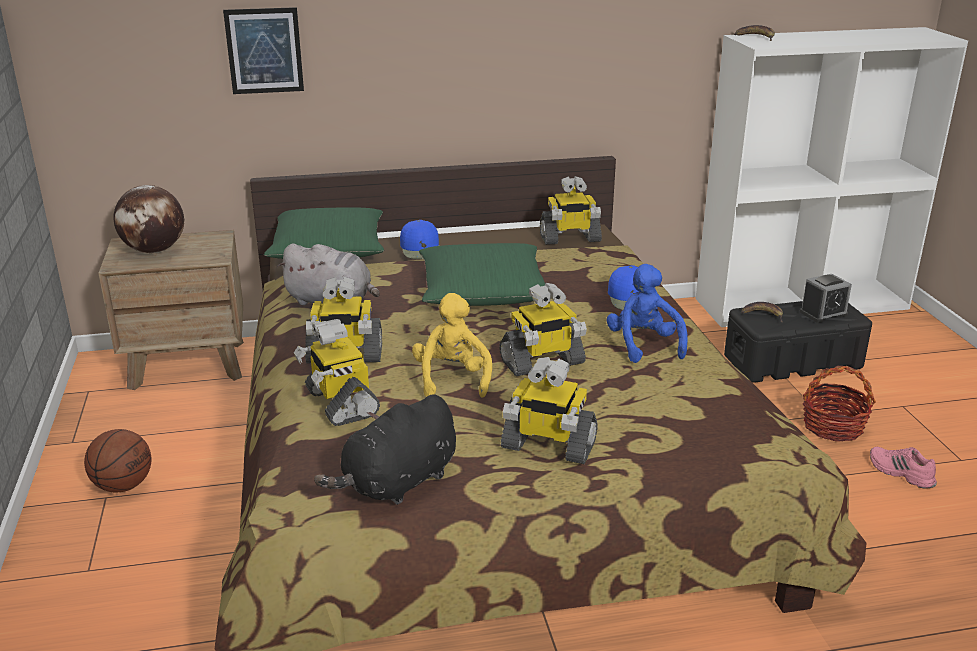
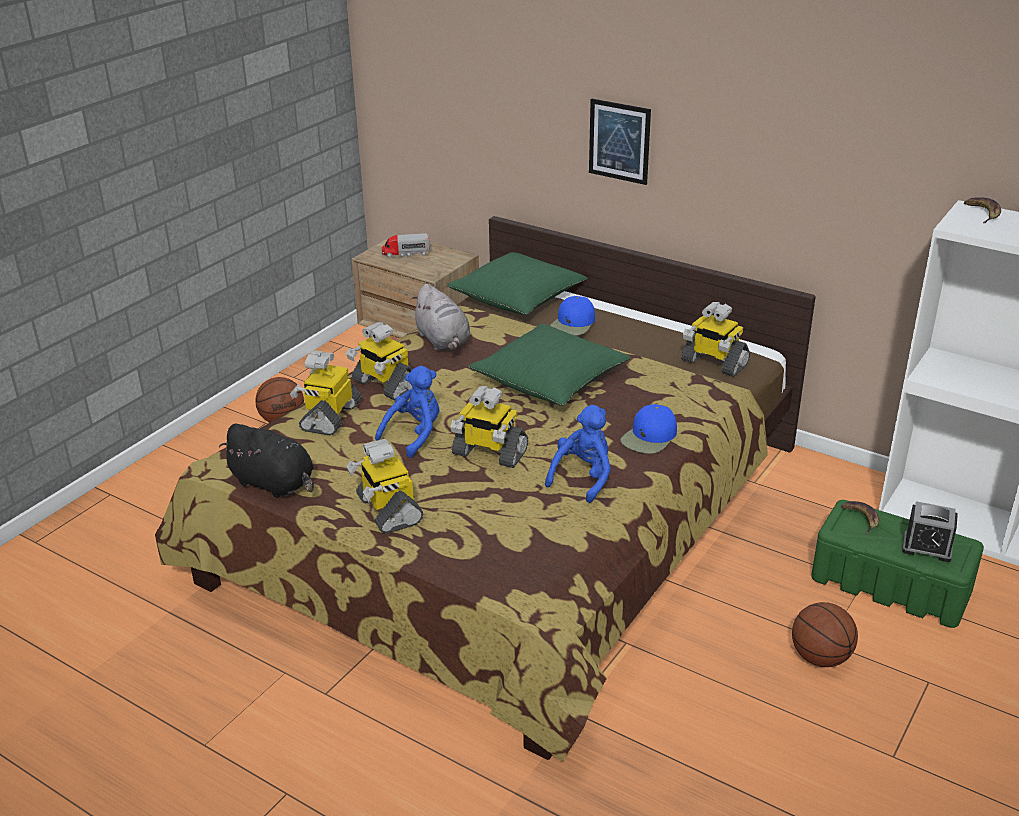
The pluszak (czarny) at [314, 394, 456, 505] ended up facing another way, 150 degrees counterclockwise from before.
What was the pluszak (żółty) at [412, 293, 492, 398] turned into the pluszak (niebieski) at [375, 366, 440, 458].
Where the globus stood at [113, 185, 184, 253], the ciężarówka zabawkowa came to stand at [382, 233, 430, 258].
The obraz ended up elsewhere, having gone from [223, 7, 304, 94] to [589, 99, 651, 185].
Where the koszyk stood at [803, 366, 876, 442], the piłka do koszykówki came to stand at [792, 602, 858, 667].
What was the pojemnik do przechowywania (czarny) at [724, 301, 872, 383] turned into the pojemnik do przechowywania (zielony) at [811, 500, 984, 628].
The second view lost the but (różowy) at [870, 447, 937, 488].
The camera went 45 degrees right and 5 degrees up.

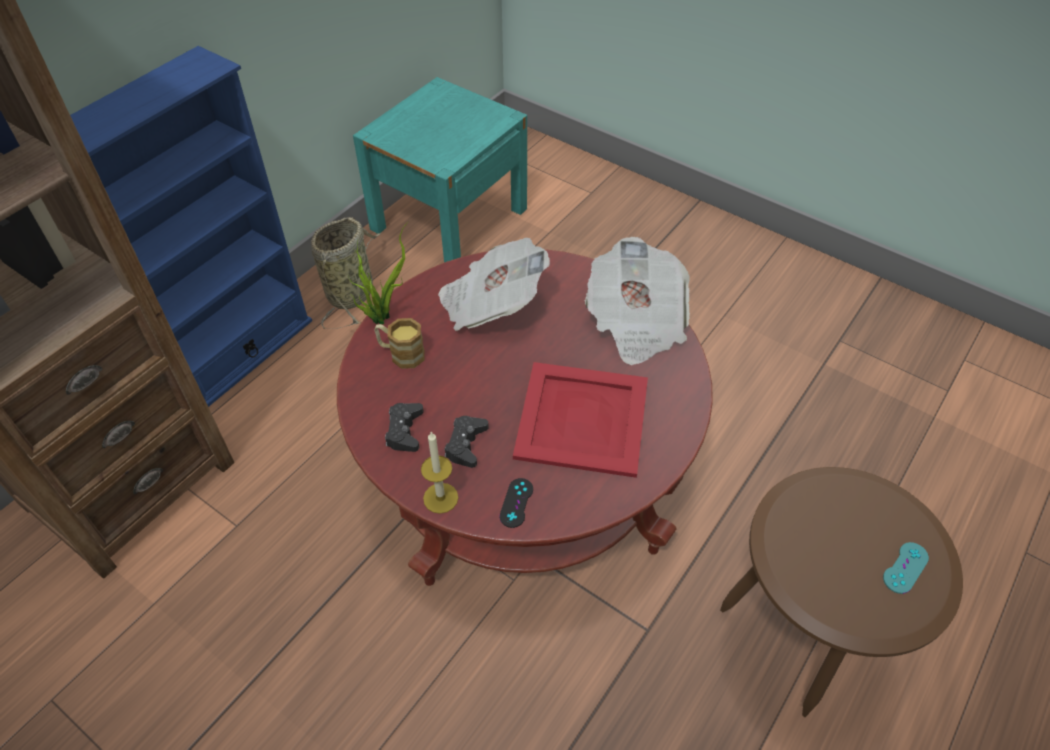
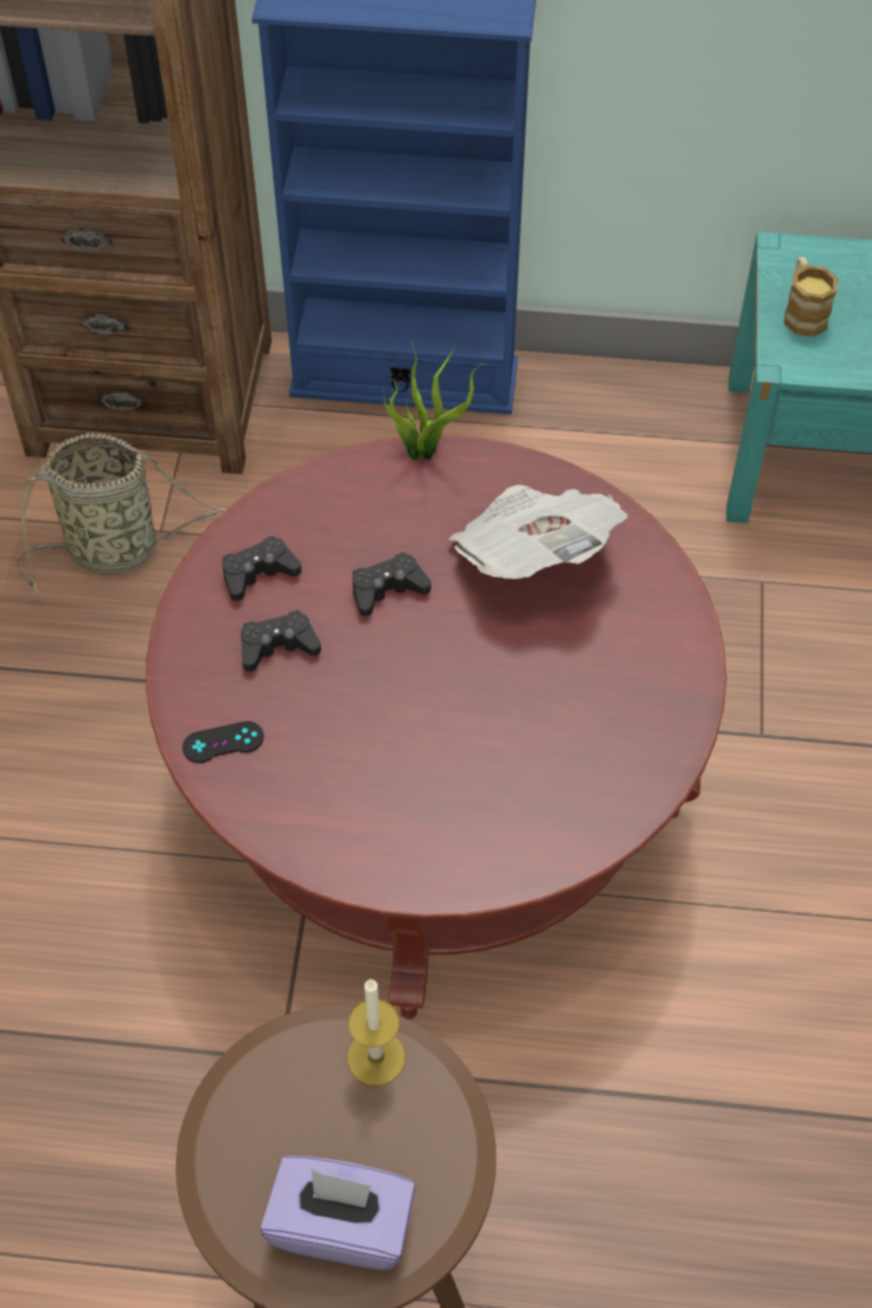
The koszyk ended up elsewhere, having gone from [311, 217, 381, 329] to [17, 433, 228, 593].
Where the pad do gier (turkusowy) stood at [883, 542, 929, 594], the pudełko chusteczek (fioletowy) came to stand at [260, 1156, 415, 1271].
The świeca ended up elsewhere, having gone from [421, 431, 458, 514] to [347, 979, 405, 1086].
The second view gained the pad do gier (czarny) at [352, 552, 431, 616].
The kubek ended up elsewhere, having gone from [374, 318, 425, 369] to [784, 257, 838, 337].
The second view lost the taca (czerwony) at [513, 362, 648, 478].
The second view lost the gazeta at [585, 237, 690, 365].
The camera went 60 degrees right and 5 degrees up.

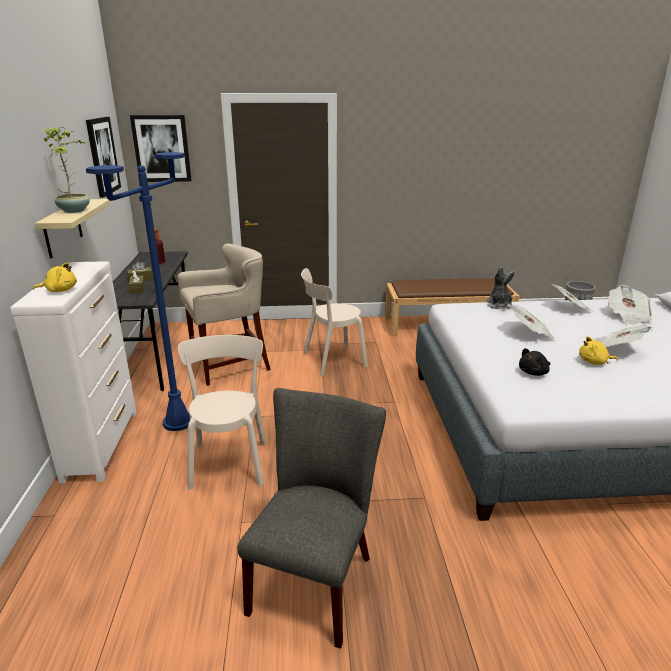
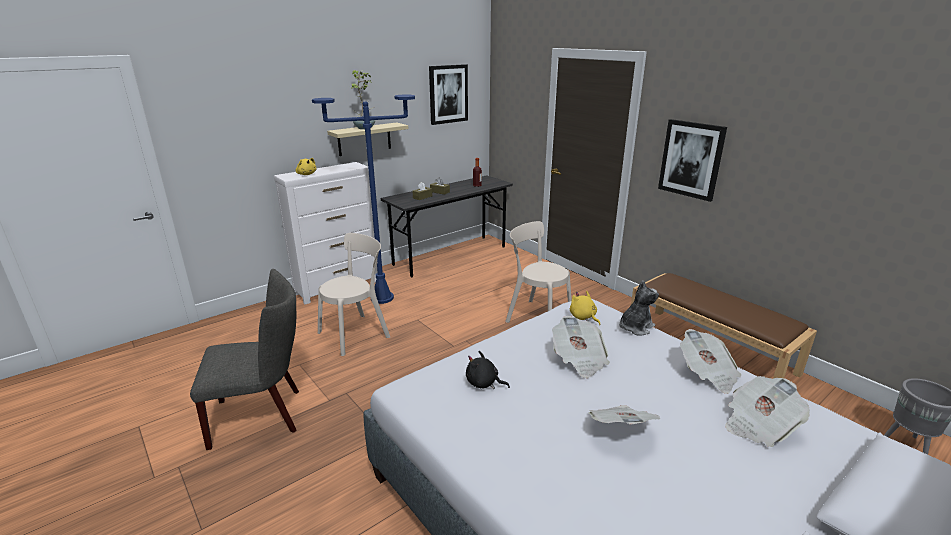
The pluszak (żółty) ended up elsewhere, having gone from [579, 336, 618, 365] to [570, 291, 600, 325].
The obraz ended up elsewhere, having gone from [130, 115, 192, 182] to [658, 119, 727, 202].
The second view lost the stołek (beżowy) at [178, 244, 271, 386].
The camera went 55 degrees right and 0 degrees up.

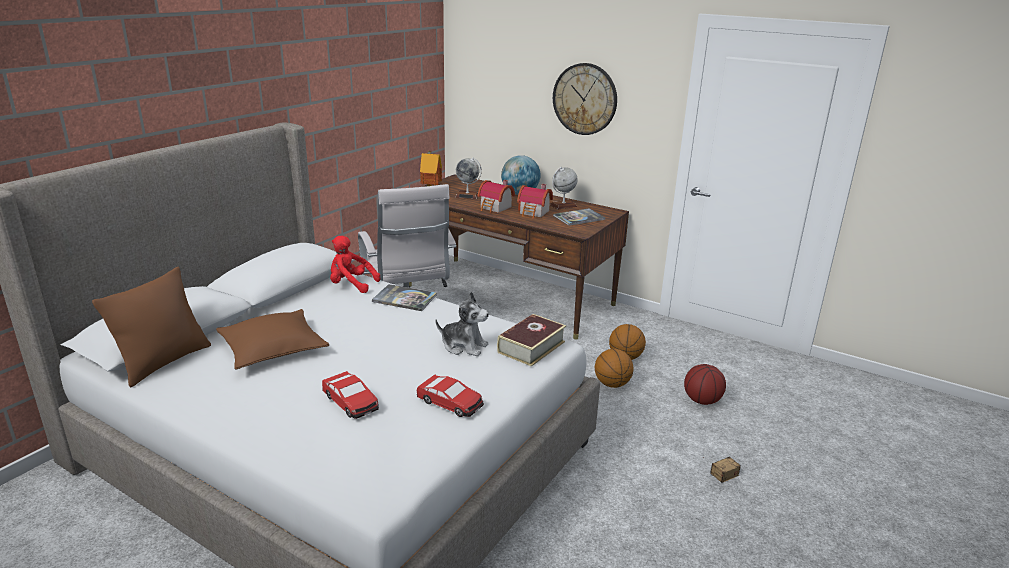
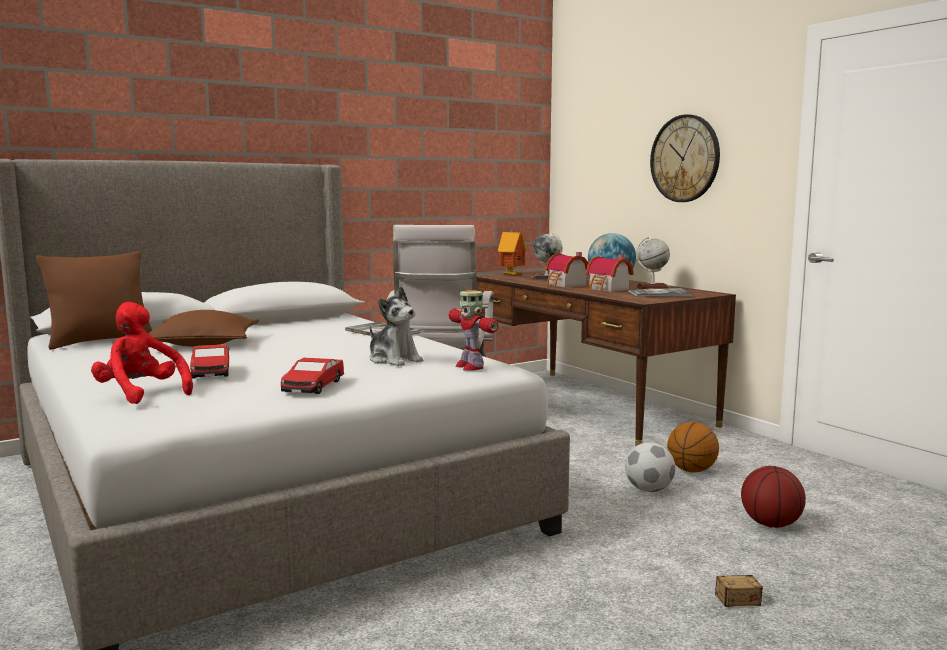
The pluszak (czerwony) ended up elsewhere, having gone from [330, 236, 380, 293] to [91, 302, 193, 404].
The samochodzik at [417, 375, 484, 417] ended up facing another way, 45 degrees clockwise from before.
Where the książka stood at [497, 314, 566, 367], the robot zabawkowy came to stand at [449, 290, 499, 371].
Where the piłka do koszykówki stood at [595, 349, 634, 388], the piłka futbolowa came to stand at [625, 442, 675, 492].
The camera went 25 degrees right and 15 degrees down.

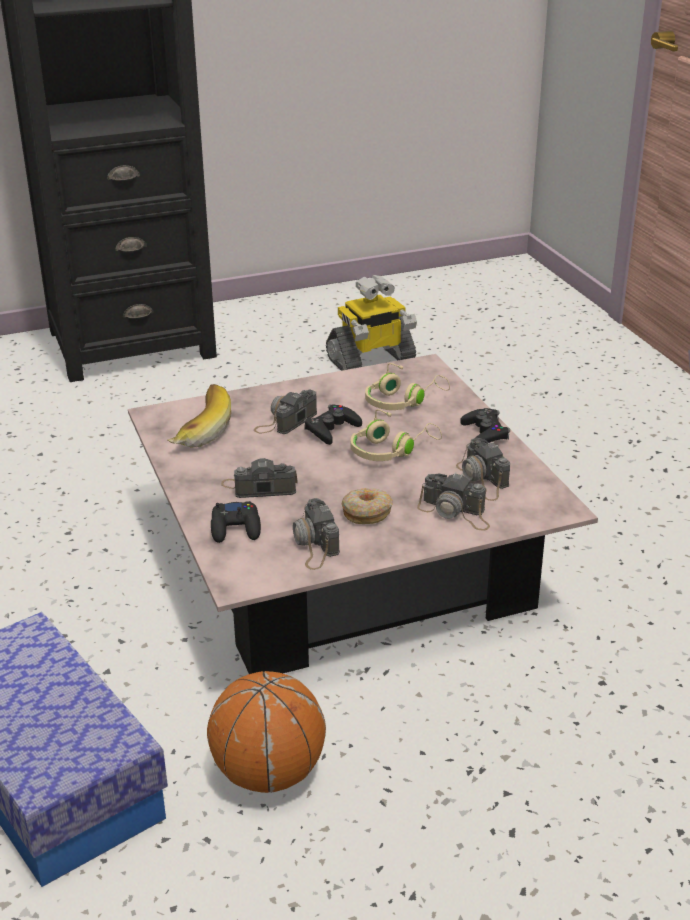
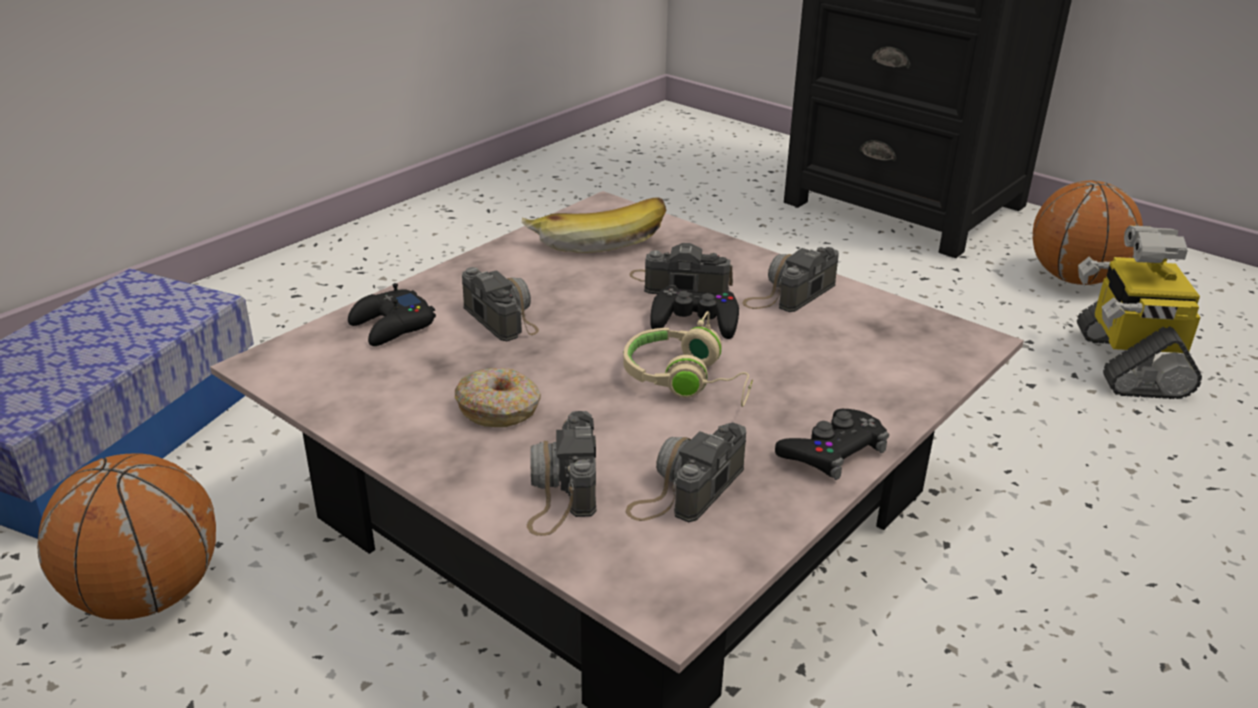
The aparat fotograficzny ended up elsewhere, having gone from [293, 498, 340, 570] to [742, 247, 839, 312].
The second view gained the piłka do koszykówki at [1033, 180, 1143, 285].
The robot zabawkowy at [326, 275, 417, 371] ended up facing another way, 60 degrees clockwise from before.
The second view lost the słuchawki (beżowy) at [365, 363, 450, 410].
The camera went 60 degrees right and 0 degrees up.

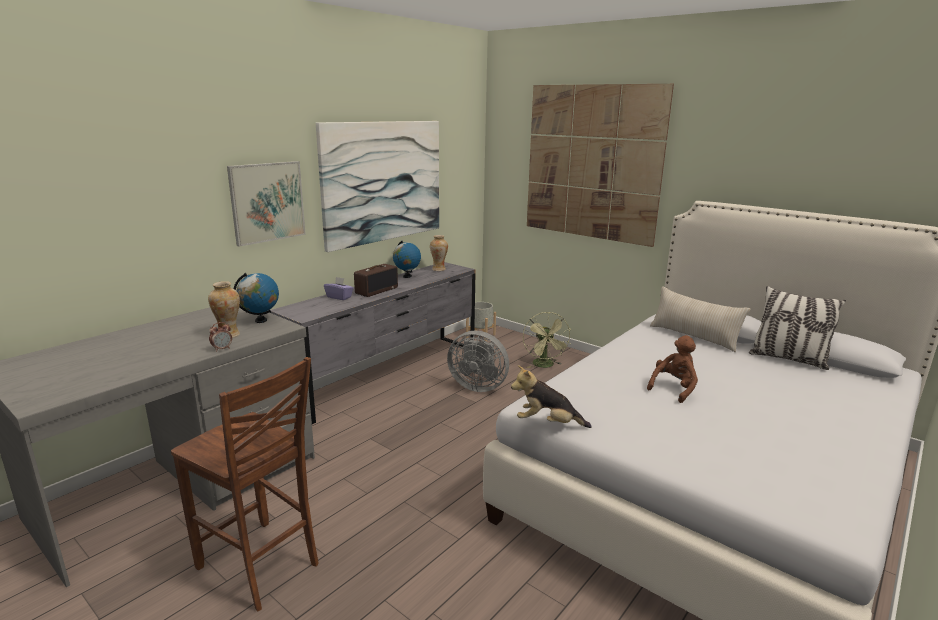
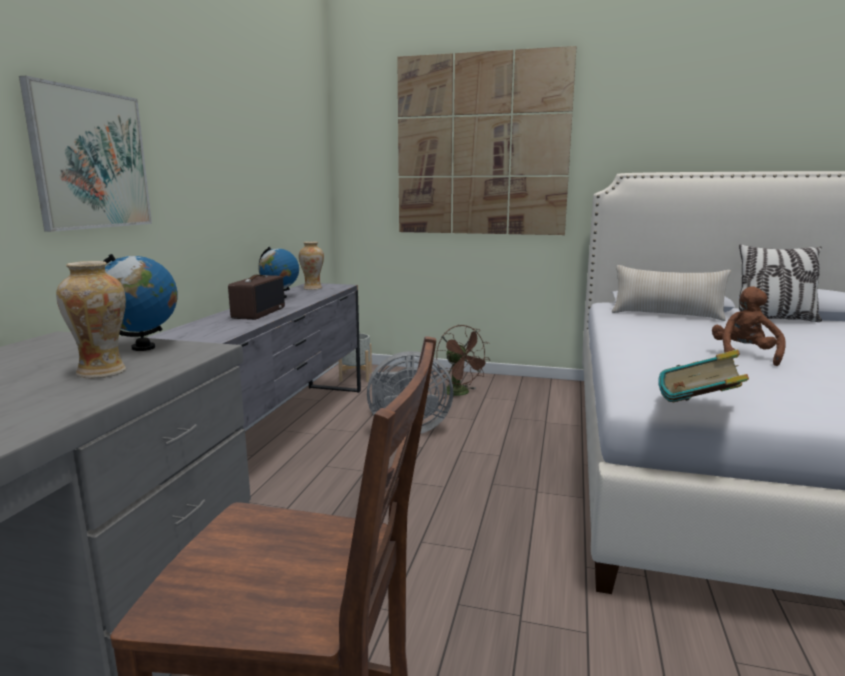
What was the wentylator (zielony) at [523, 312, 571, 368] turned into the wentylator (brązowy) at [436, 325, 491, 399].
Where the pluszak stood at [511, 365, 592, 428], the książka came to stand at [658, 349, 749, 402].
The second view lost the budzik at [209, 322, 232, 352].
The second view lost the obraz at [316, 121, 439, 252].
The second view lost the pudełko chusteczek (fioletowy) at [324, 277, 354, 300].
The camera went 25 degrees left and 5 degrees down.

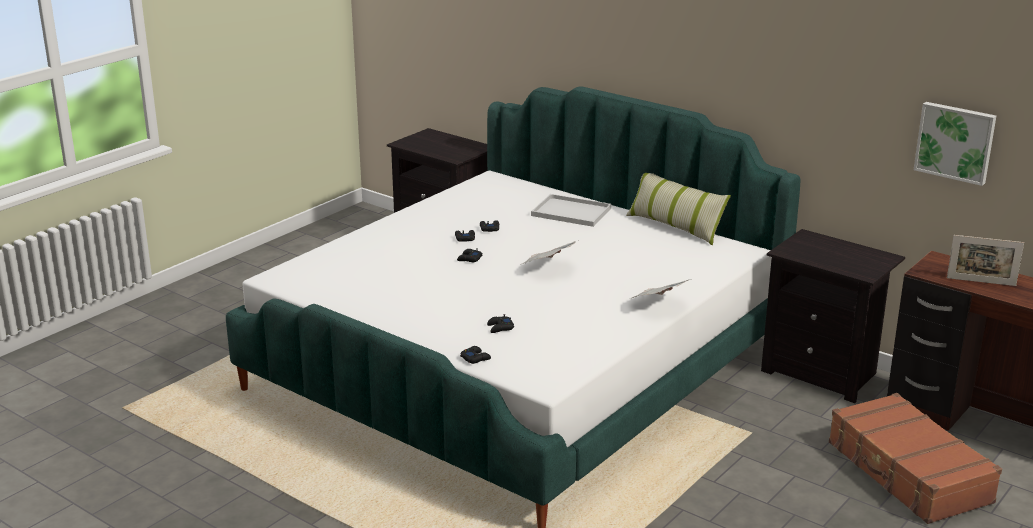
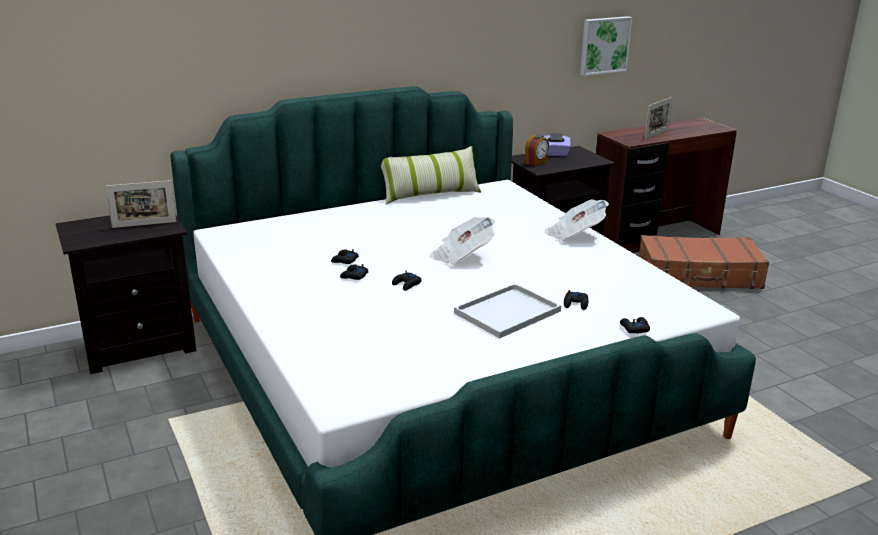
The second view gained the ramka na zdjęcie at [105, 180, 176, 228].
The taca (biały) ended up elsewhere, having gone from [531, 194, 611, 227] to [454, 283, 561, 338].
The second view gained the budzik at [525, 135, 549, 166].
The second view gained the pudełko chusteczek (fioletowy) at [544, 133, 571, 156].
The camera went 65 degrees left and 0 degrees up.

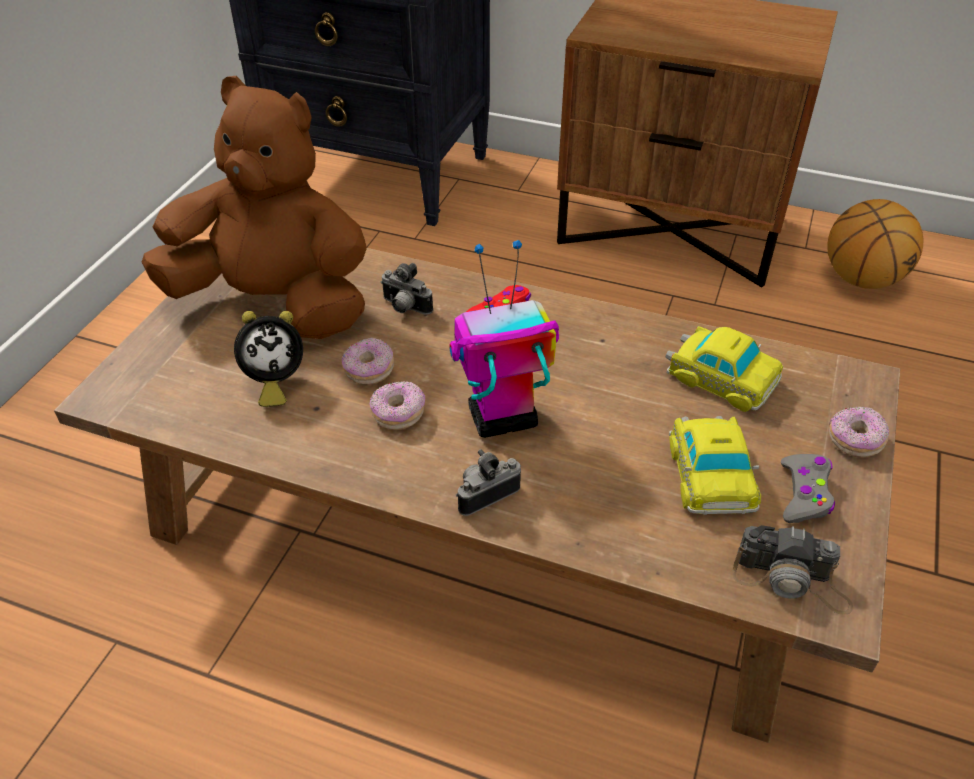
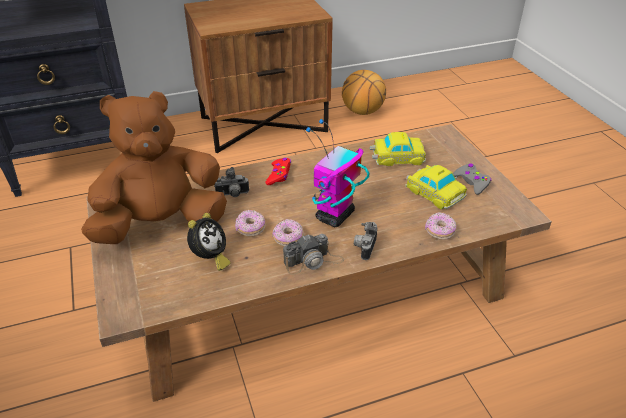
The aparat fotograficzny ended up elsewhere, having gone from [733, 525, 853, 615] to [283, 234, 344, 275].
The donut ended up elsewhere, having gone from [829, 407, 889, 458] to [425, 212, 457, 240].
The camera went 40 degrees left and 5 degrees down.

